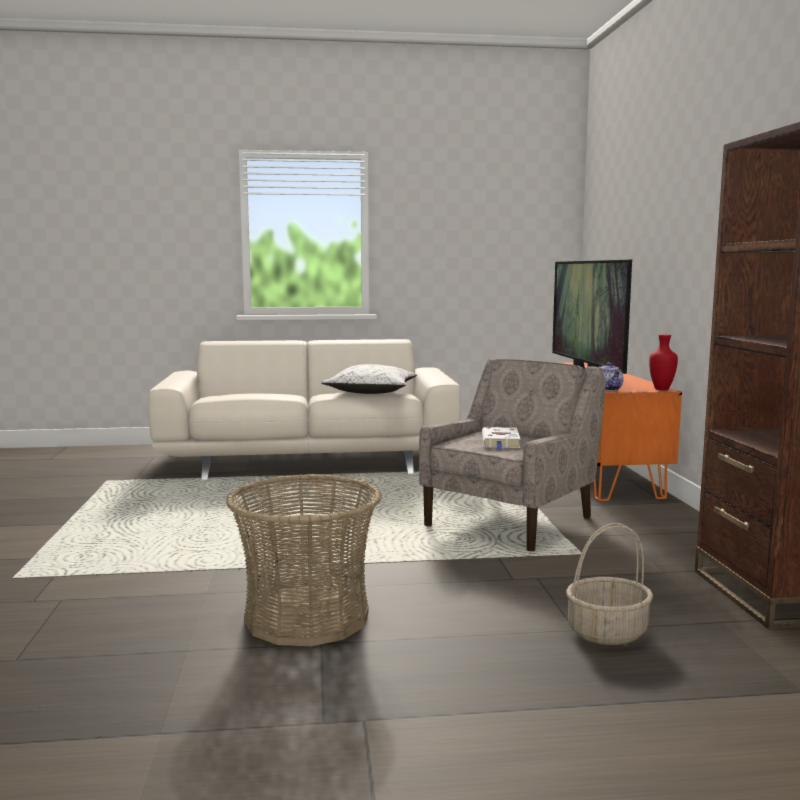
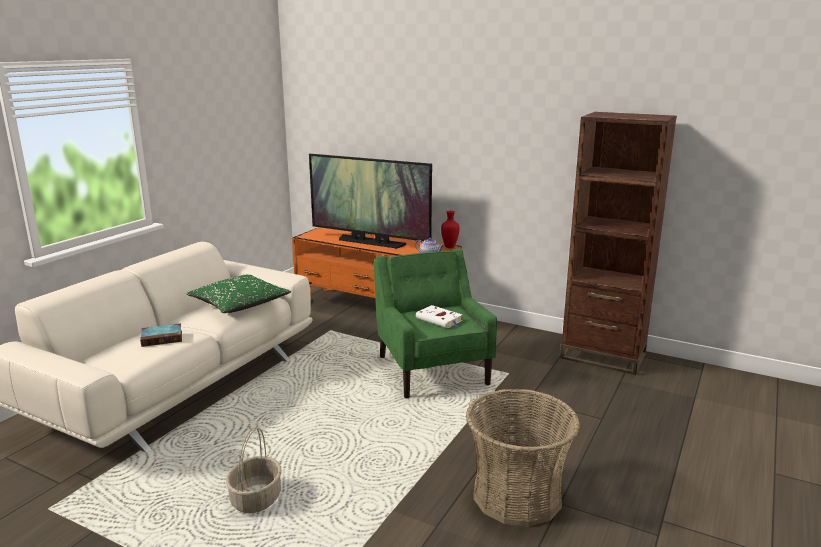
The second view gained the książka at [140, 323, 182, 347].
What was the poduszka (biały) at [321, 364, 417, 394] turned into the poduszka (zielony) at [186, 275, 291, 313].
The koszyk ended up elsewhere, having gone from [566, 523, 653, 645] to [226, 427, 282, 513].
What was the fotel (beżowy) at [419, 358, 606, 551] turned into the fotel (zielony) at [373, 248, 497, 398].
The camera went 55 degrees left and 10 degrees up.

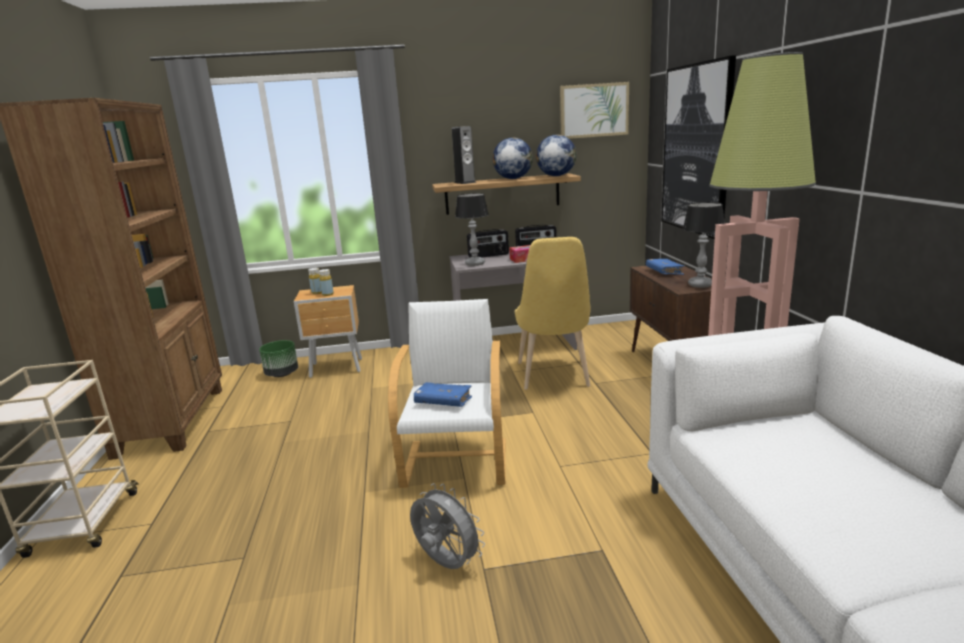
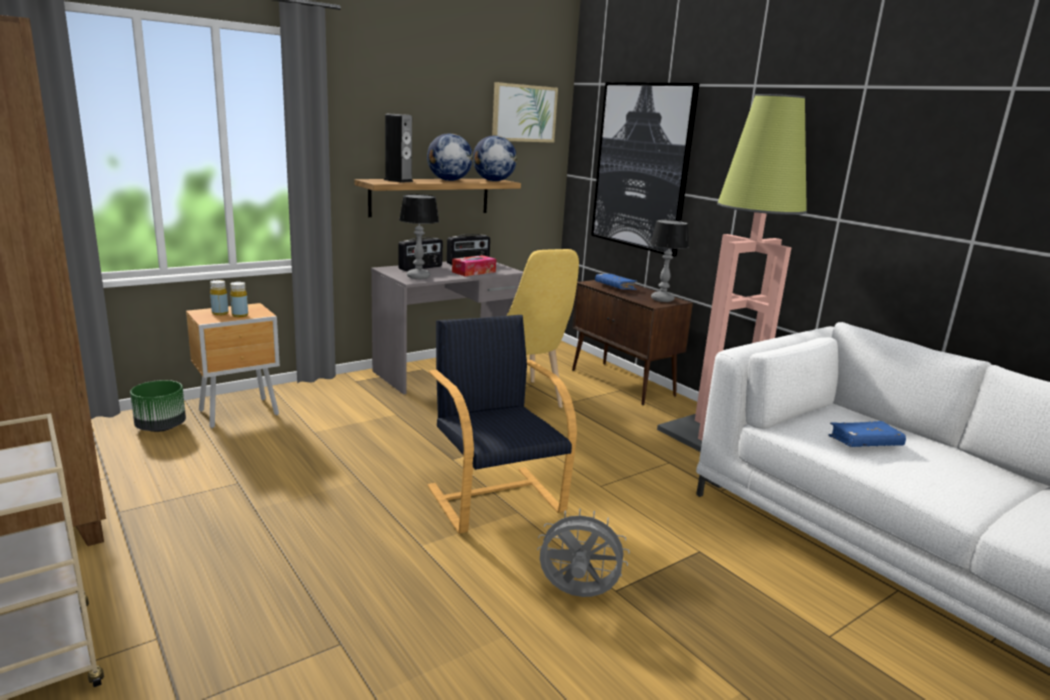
What was the fotel (biały) at [388, 299, 506, 488] turned into the fotel (czarny) at [428, 315, 577, 534].
The książka (niebieski) ended up elsewhere, having gone from [414, 382, 472, 407] to [828, 421, 906, 447].
The camera went 30 degrees left and 0 degrees up.

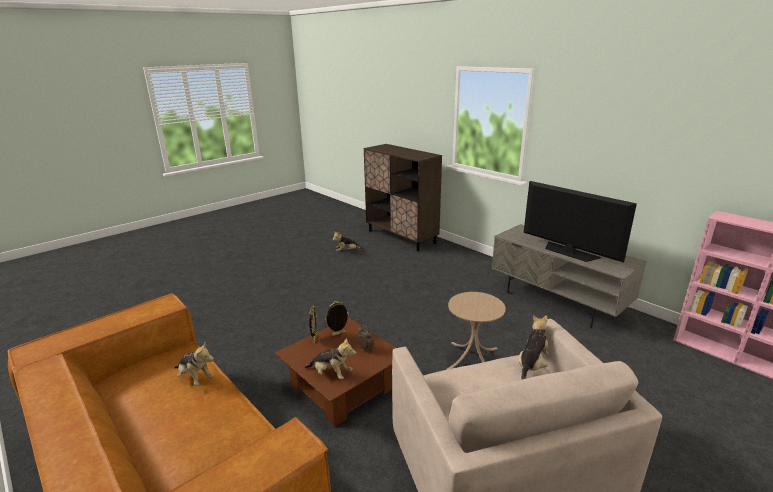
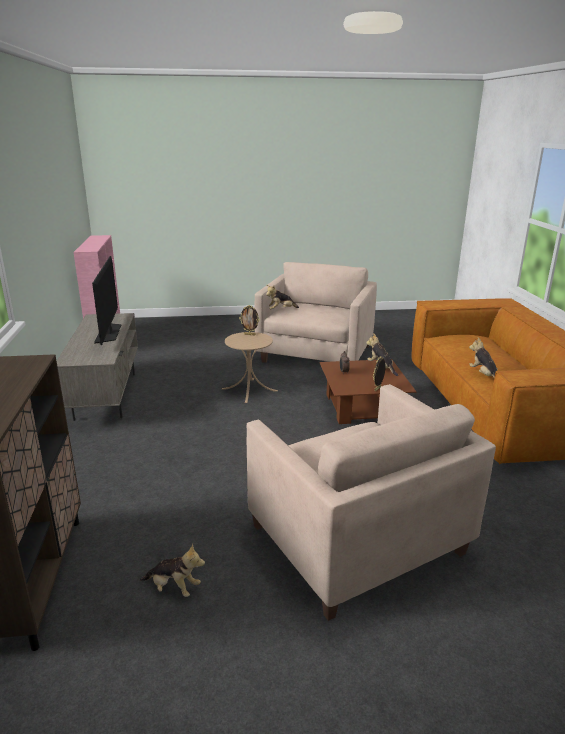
The ramka na zdjęcie ended up elsewhere, having gone from [325, 301, 349, 336] to [239, 305, 260, 335].
The second view gained the fotel (beżowy) at [247, 384, 496, 621].
The camera went 145 degrees left and 0 degrees up.

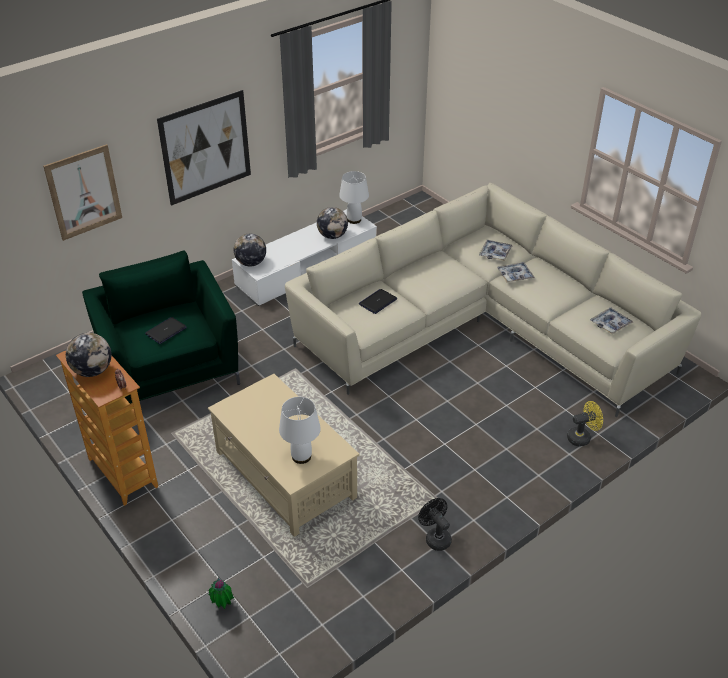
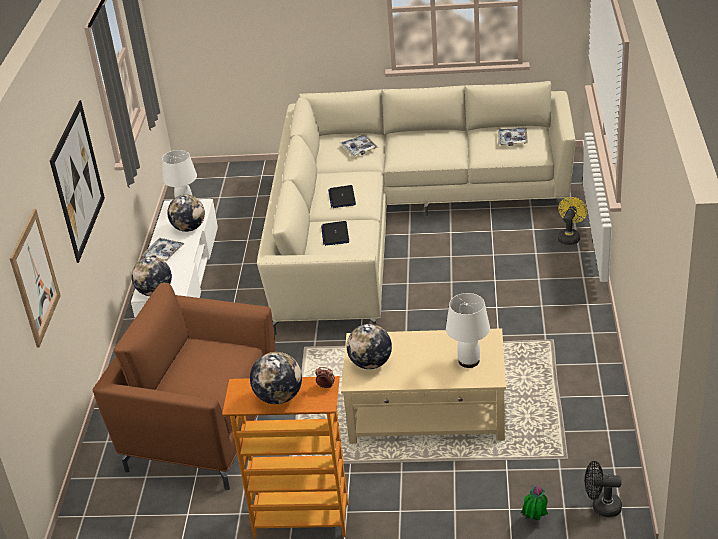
What was the fotel (zielony) at [82, 251, 240, 404] turned into the fotel (brązowy) at [93, 283, 276, 490].
The taca ended up elsewhere, having gone from [497, 262, 535, 282] to [142, 238, 184, 261].
The laptop ended up elsewhere, having gone from [145, 317, 187, 344] to [328, 185, 356, 208].
The second view gained the globus at [347, 324, 392, 369].
The wentylator (czarny) ended up elsewhere, having gone from [418, 498, 452, 551] to [585, 461, 622, 517].
The camera went 45 degrees left and 5 degrees down.

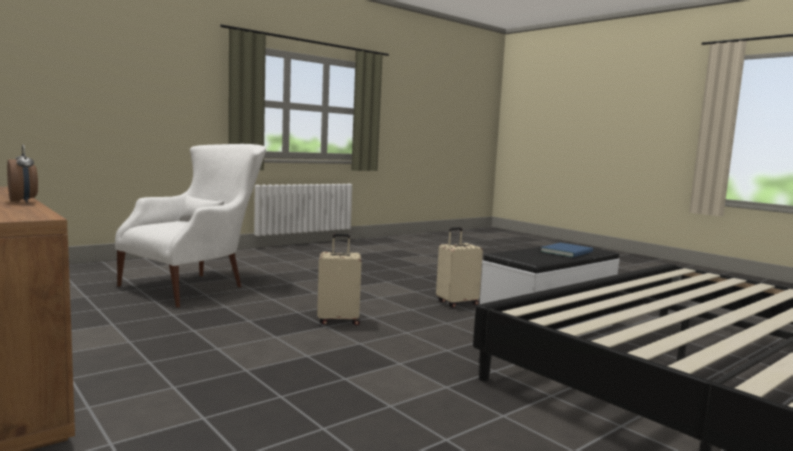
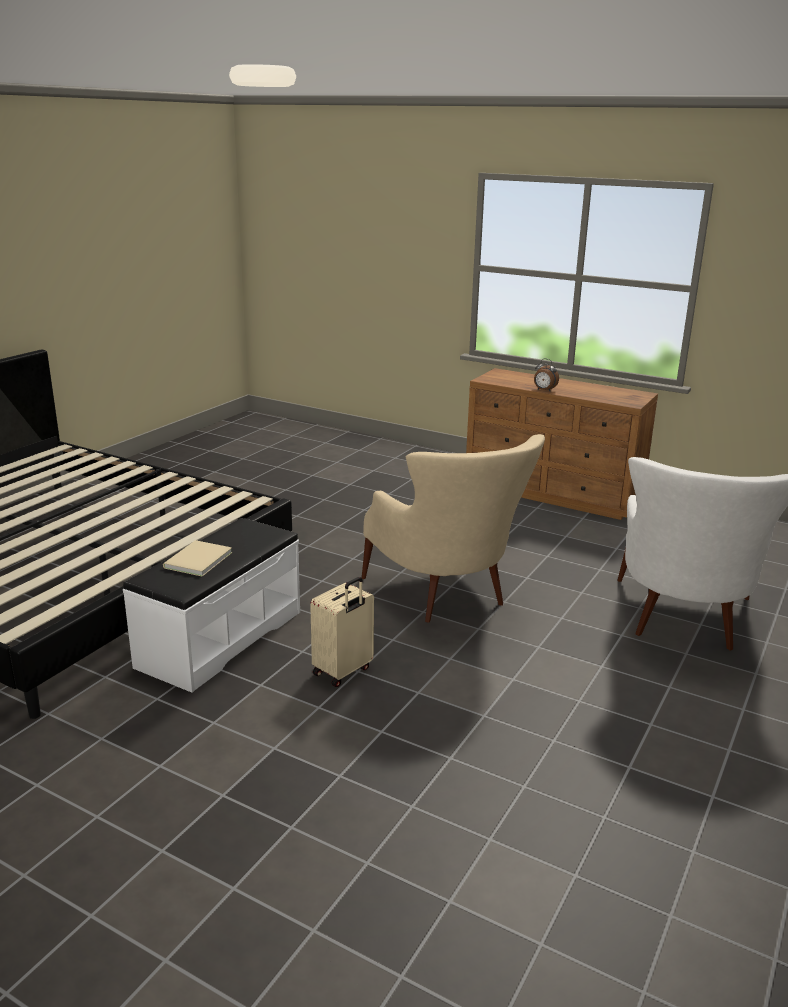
What was the książka (niebieski) at [540, 243, 593, 258] turned into the książka (beżowy) at [163, 540, 232, 577].
Where the walizka (beżowy) stood at [317, 234, 362, 326], the fotel (beżowy) came to stand at [362, 434, 545, 623].
The camera went 160 degrees right and 15 degrees up.

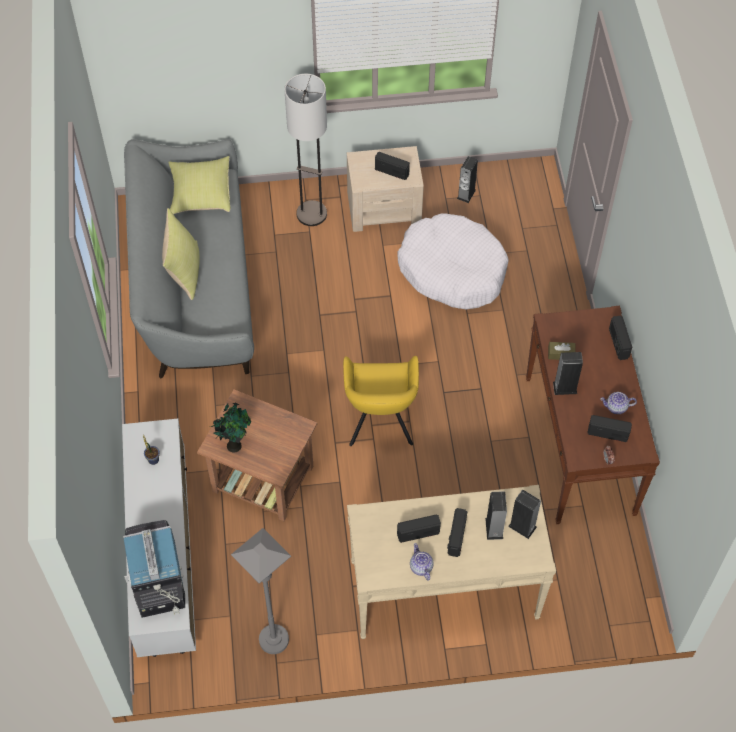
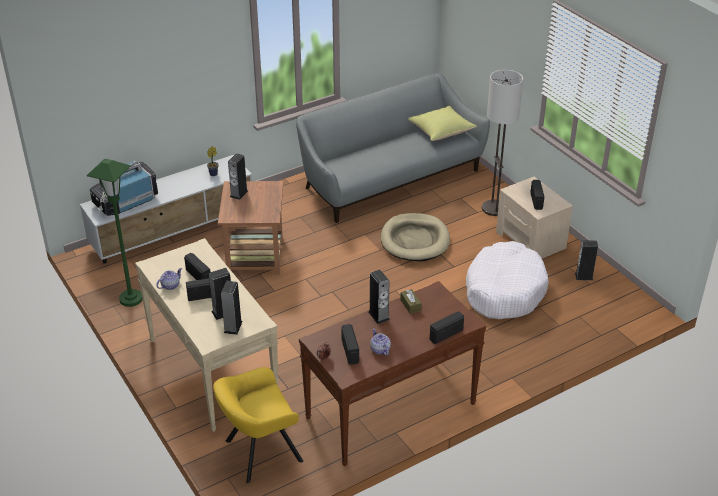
What was the lampa stojąca (szary) at [231, 528, 291, 654] turned into the lampa stojąca (zielony) at [87, 159, 143, 307].
The fotel (żółty) ended up elsewhere, having gone from [343, 356, 419, 446] to [213, 367, 304, 484].
Where the roślina doniczkowa stood at [209, 403, 251, 453], the głośnik came to stand at [228, 153, 248, 200].
The second view gained the legowisko (beżowy) at [381, 213, 450, 261].
The second view lost the poduszka (żółty) at [162, 208, 200, 300].
The camera went 65 degrees right and 20 degrees down.

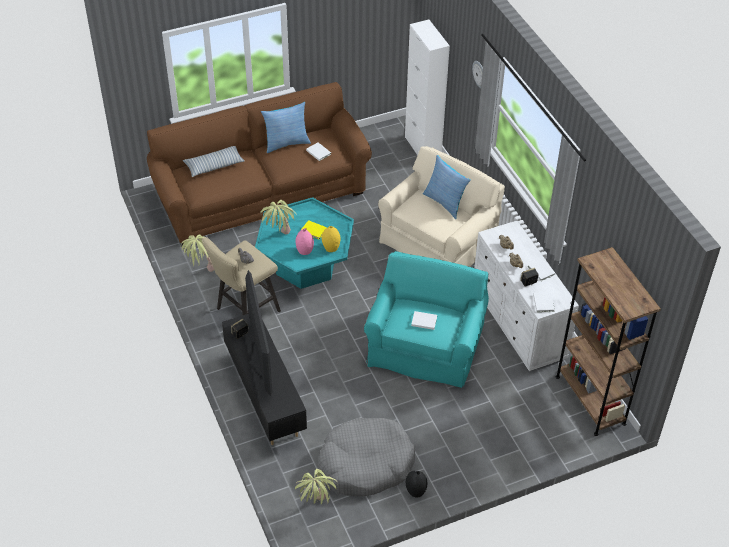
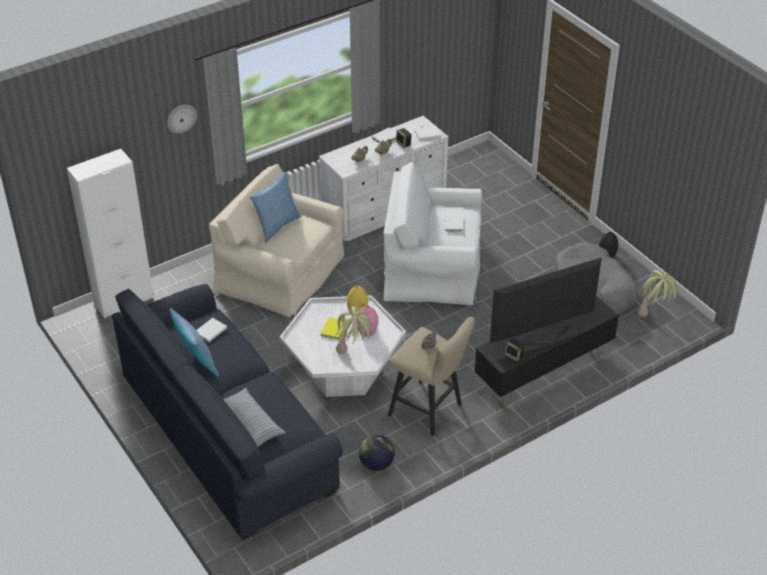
What was the kanapa (brązowy) at [147, 82, 372, 245] turned into the kanapa (niebieski) at [112, 284, 343, 540].
What was the ława (turkusowy) at [255, 197, 354, 289] turned into the ława (biały) at [280, 295, 406, 397].
Where the roślina doniczkowa stood at [181, 235, 214, 272], the globus came to stand at [359, 435, 395, 471].
What was the fotel (turkusowy) at [364, 251, 489, 388] turned into the fotel (biały) at [383, 162, 482, 305].
The second view lost the regał (brązowy) at [556, 247, 661, 436].
The camera went 100 degrees left and 5 degrees down.

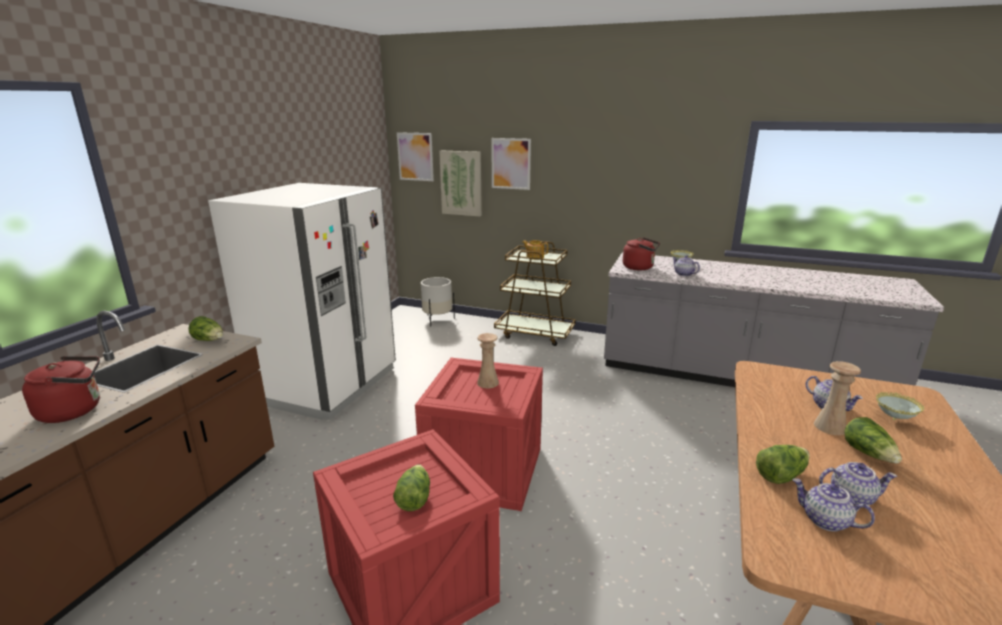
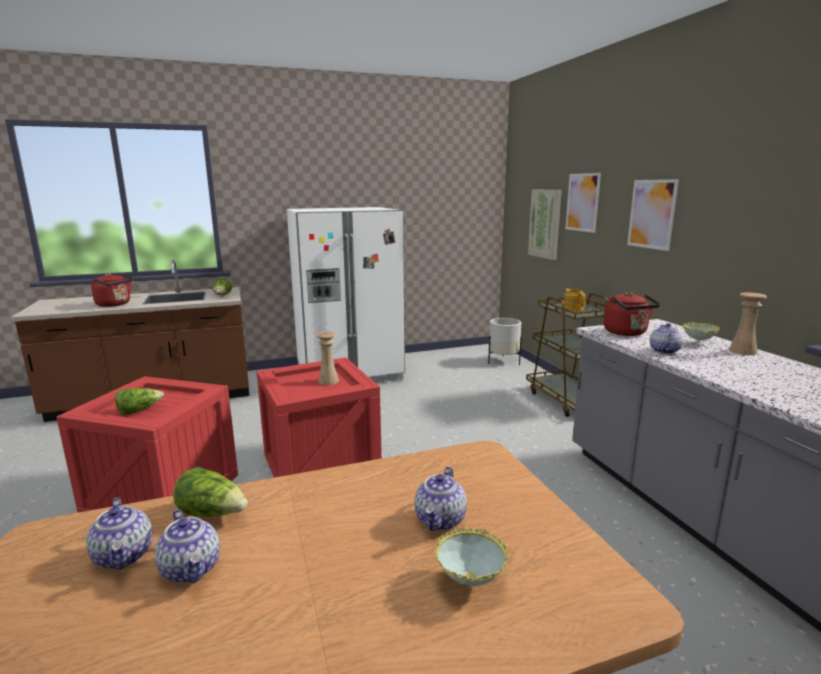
The imbryk at [792, 478, 875, 532] ended up facing another way, 150 degrees clockwise from before.
The obraz ended up elsewhere, having gone from [397, 132, 434, 181] to [627, 179, 679, 251].
The wazon (beżowy) ended up elsewhere, having gone from [814, 361, 861, 435] to [728, 292, 767, 355].
The second view lost the sałata at [844, 417, 902, 463].
The camera went 50 degrees right and 5 degrees down.

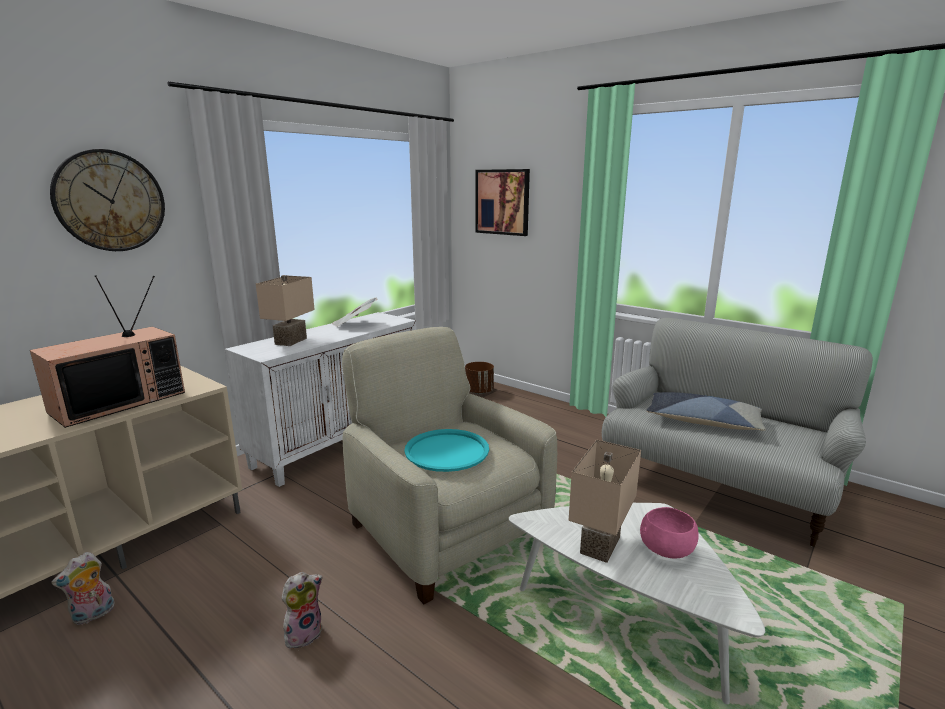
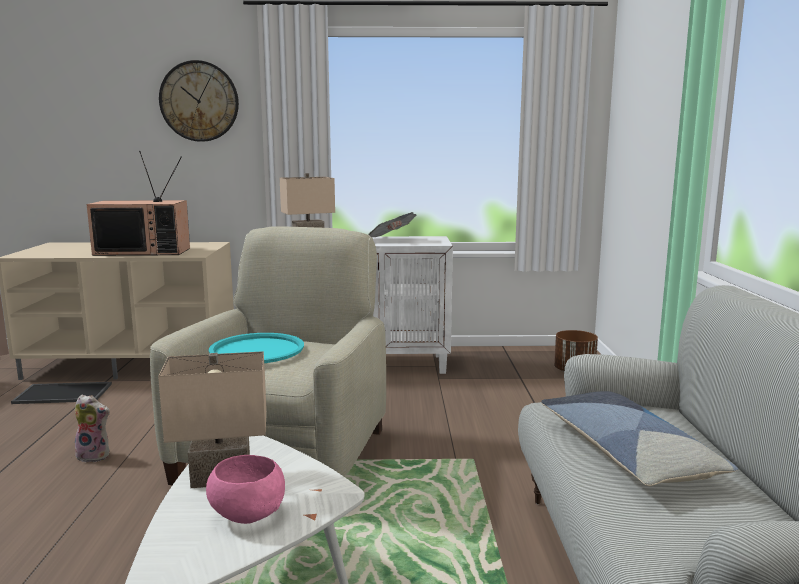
Where the pluszak stood at [52, 552, 115, 625], the taca came to stand at [11, 382, 112, 404].
The second view lost the obraz at [475, 169, 530, 236].
The camera went 50 degrees right and 5 degrees down.

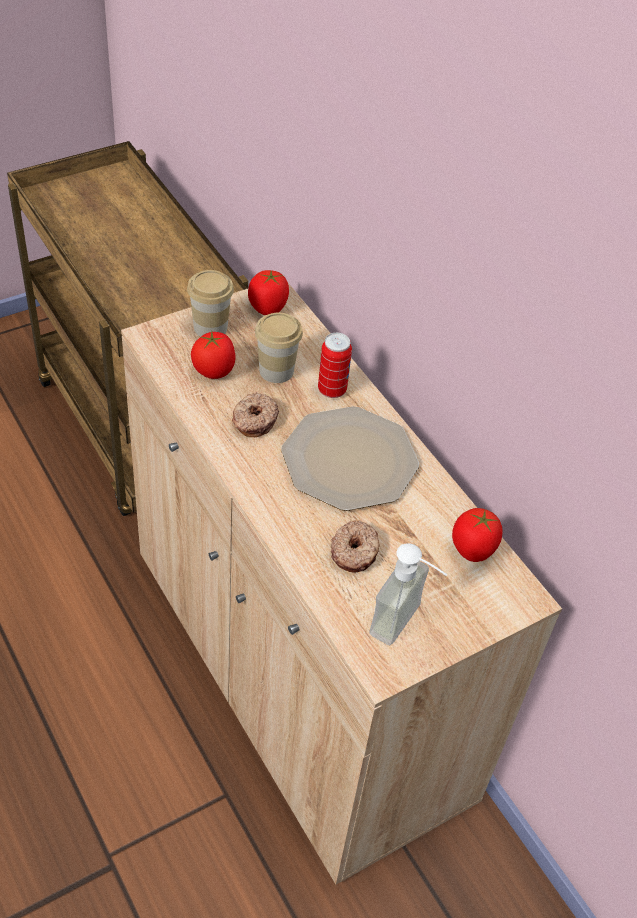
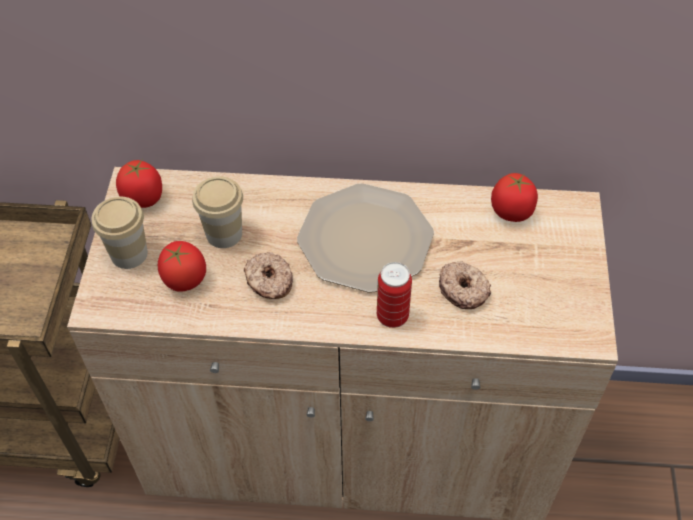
The puszka ended up elsewhere, having gone from [318, 333, 352, 398] to [377, 262, 412, 328].
The second view lost the dozownik mydła at [370, 543, 447, 645].
The camera went 50 degrees left and 5 degrees up.

